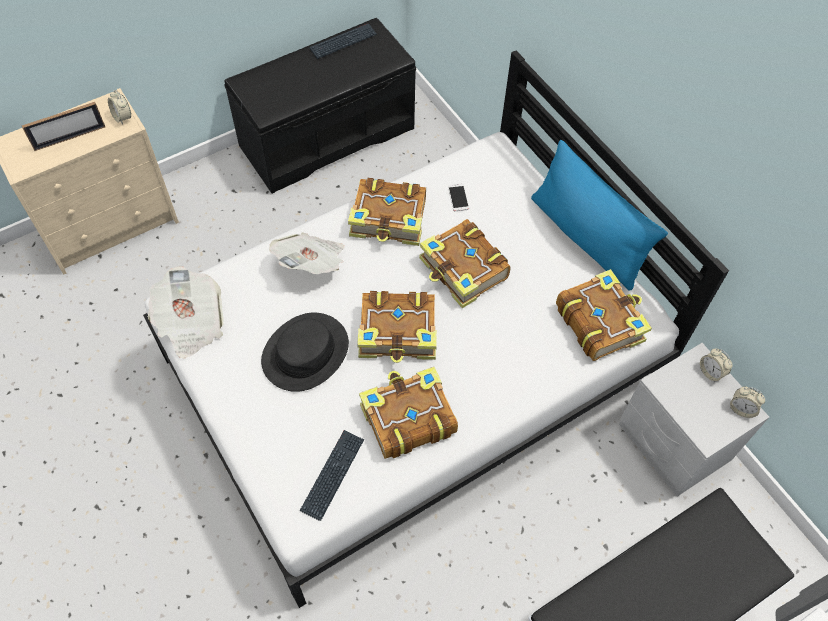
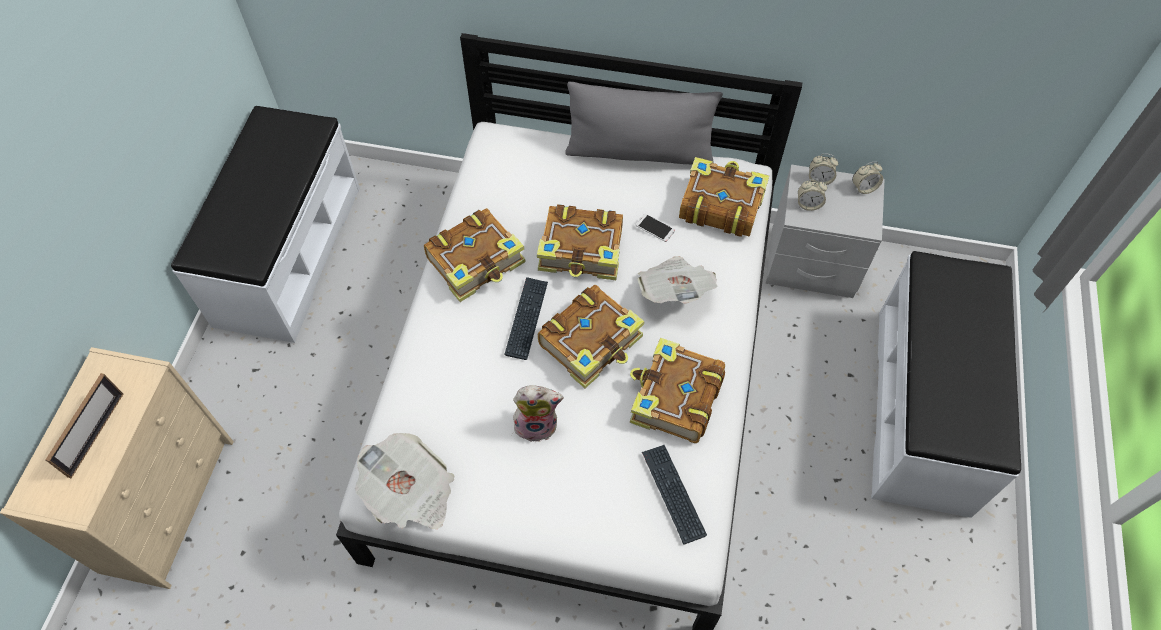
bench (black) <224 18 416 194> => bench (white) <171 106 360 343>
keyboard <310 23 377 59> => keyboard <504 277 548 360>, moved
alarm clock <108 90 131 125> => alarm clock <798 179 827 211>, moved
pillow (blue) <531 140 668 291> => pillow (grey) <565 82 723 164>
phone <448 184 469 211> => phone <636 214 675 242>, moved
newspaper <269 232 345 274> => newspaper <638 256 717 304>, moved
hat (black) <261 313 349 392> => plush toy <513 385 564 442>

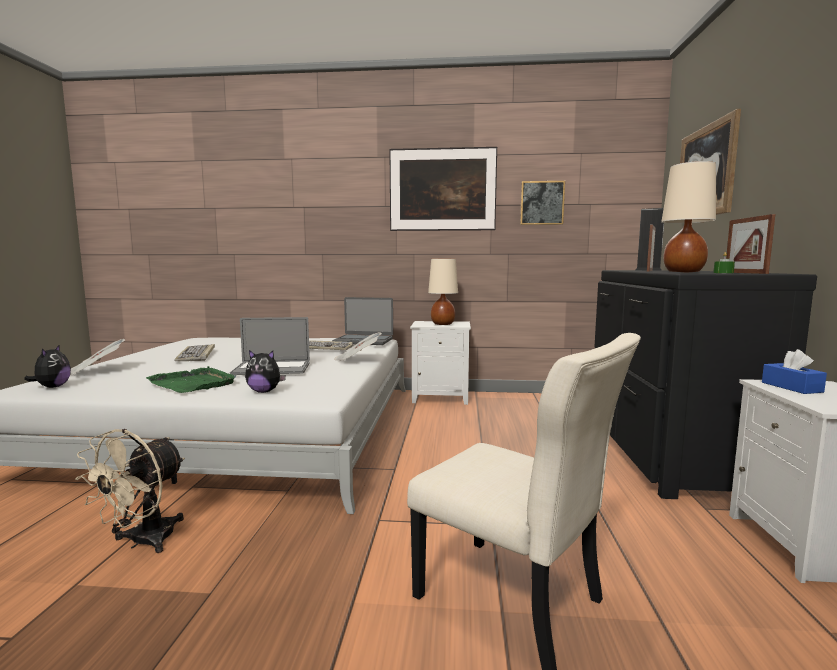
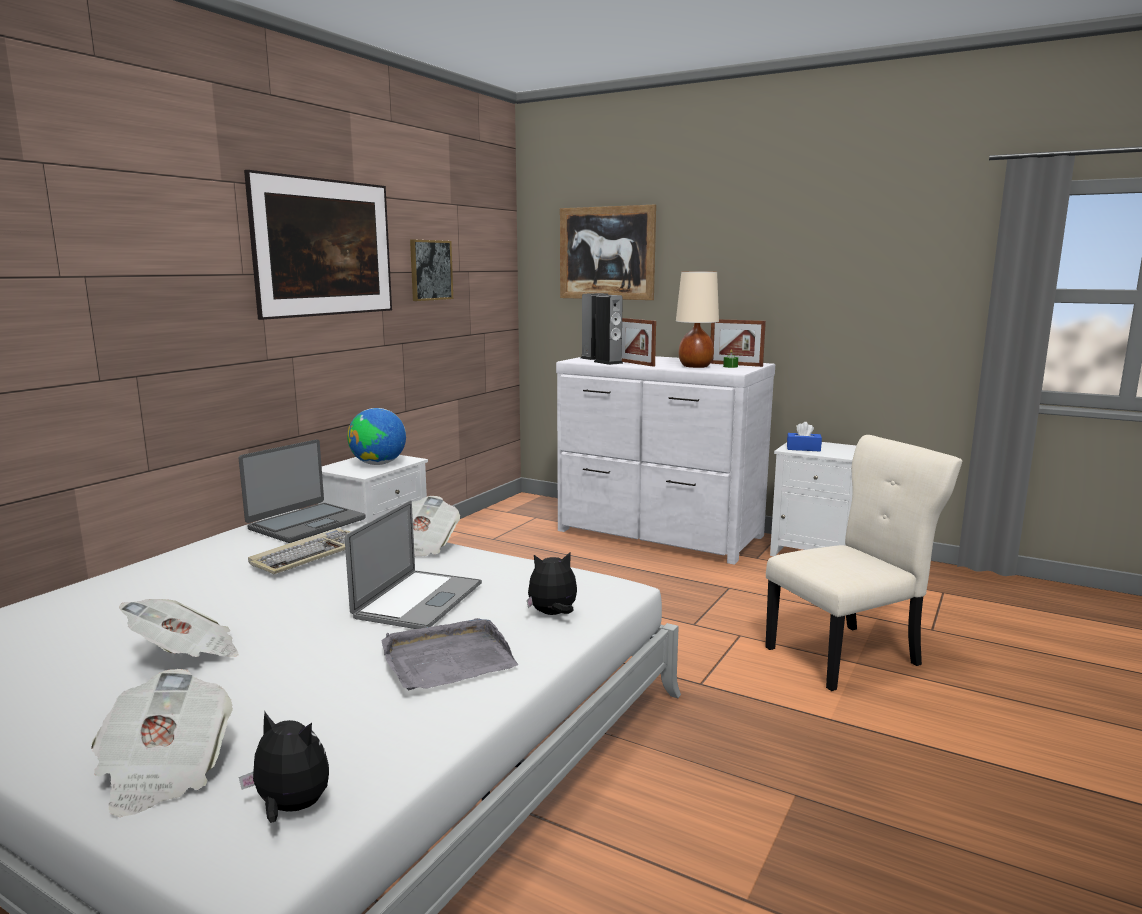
table lamp (beige) <428 259 458 325> => globe <347 408 406 465>
dresser (black) <594 270 817 499> => dresser (white) <556 356 775 564>
keyboard <174 344 215 361> => newspaper <119 599 239 657>
plush toy <245 350 286 393> => plush toy <527 552 577 615>, 135 degrees counterclockwise
tray (green) <146 366 236 393> => tray (grey) <381 618 518 690>
fan (beige) <75 429 185 553> => nothing
nothing => speaker <594 295 624 365>

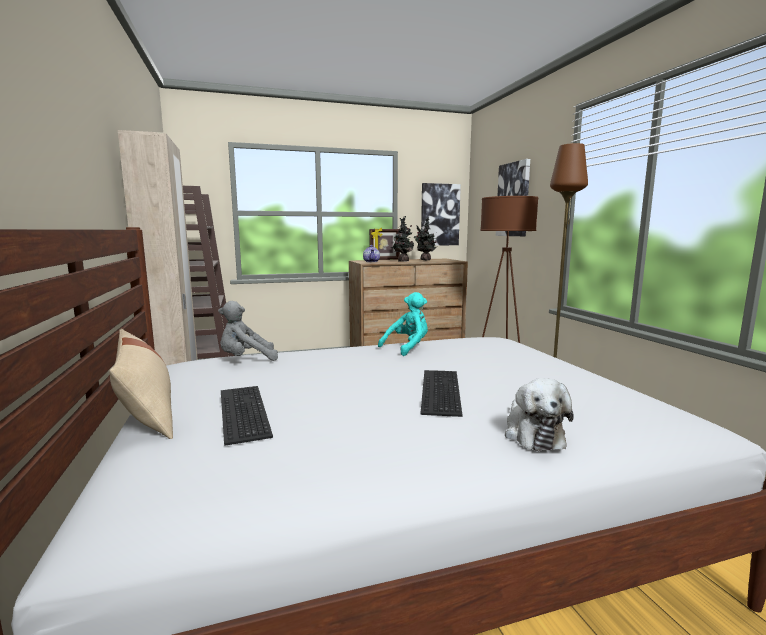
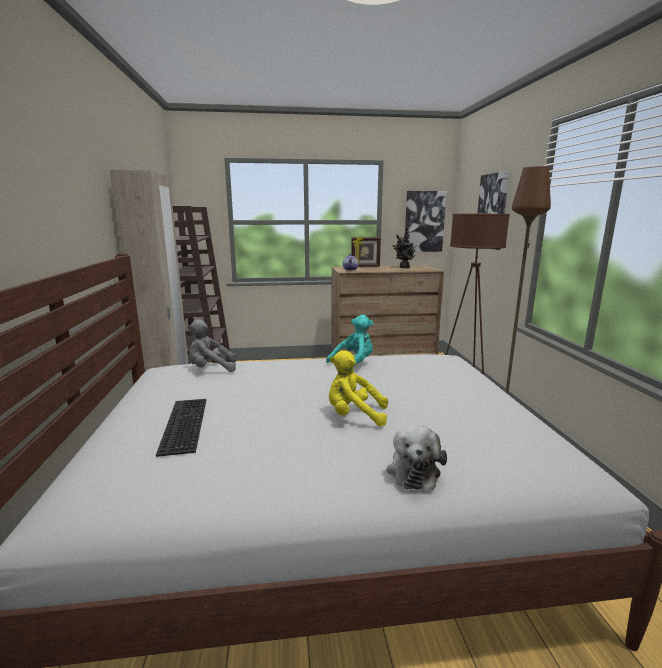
potted plant <391 216 414 262> => nothing
pillow (beige) <109 329 173 439> => nothing
keyboard <421 370 462 417> => plush toy (yellow) <329 350 388 426>

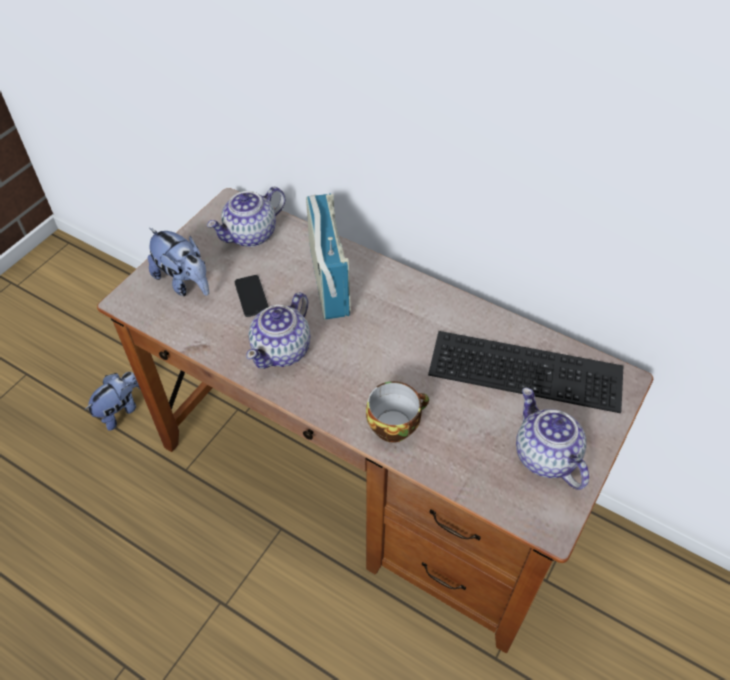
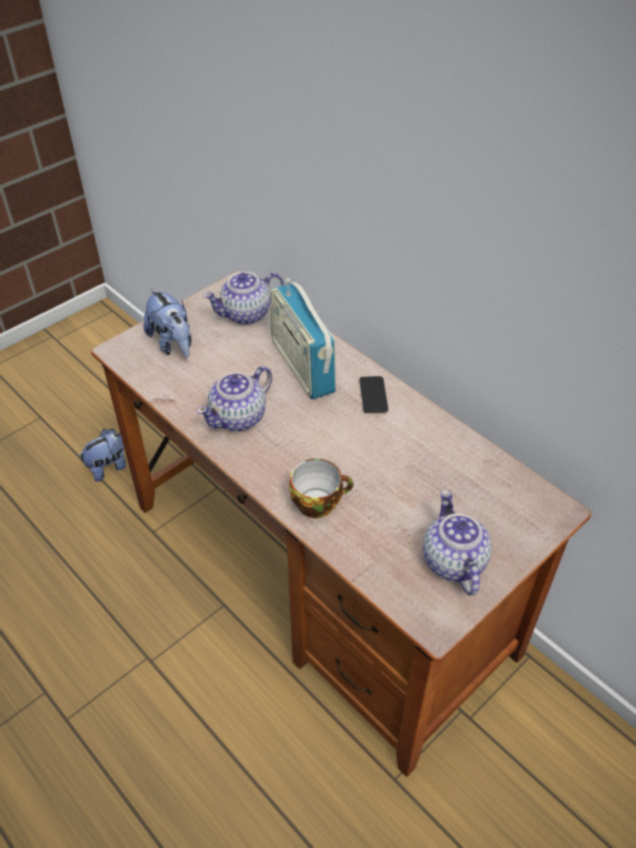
radio <306 194 351 320> => radio <270 278 336 399>, 150 degrees clockwise
phone <235 275 269 317> => phone <359 376 388 413>, moved
keyboard <428 331 623 413> => nothing

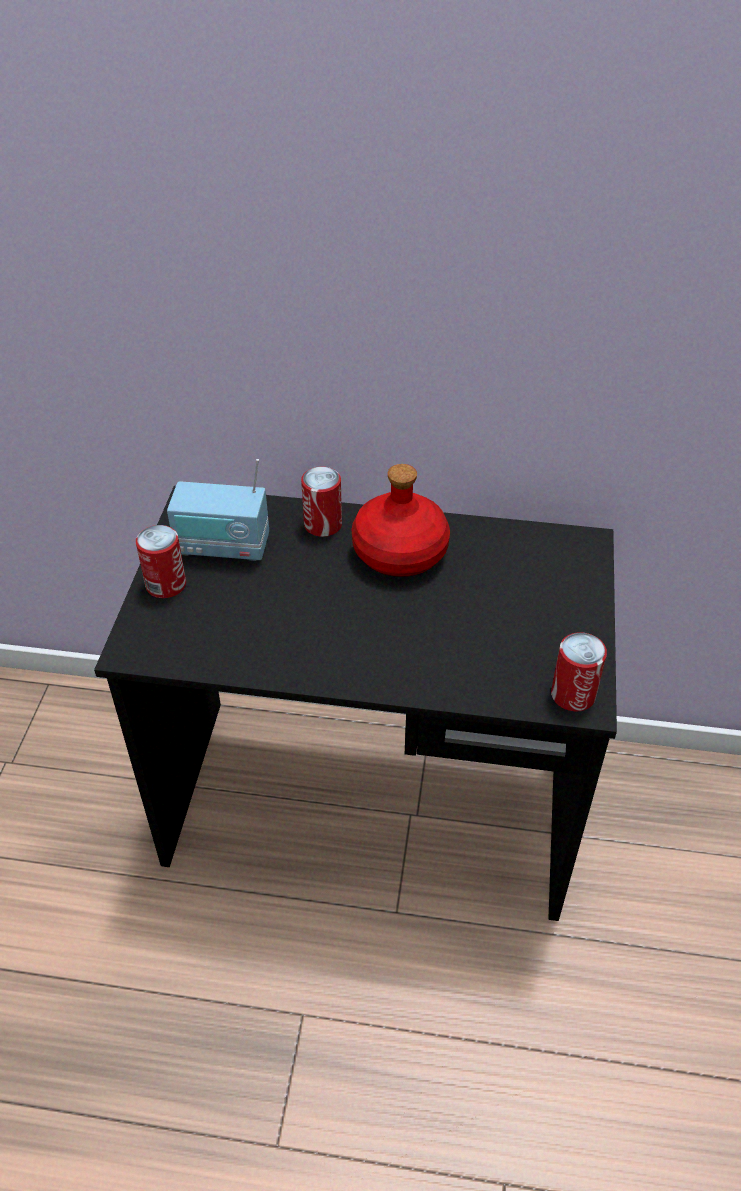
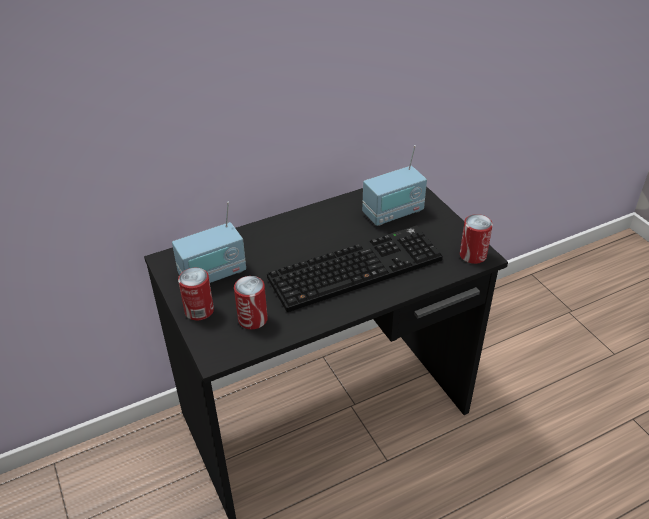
bottle (red) <351 464 450 577> => nothing
can <301 466 342 537> => can <234 276 268 329>, moved
nothing => radio <362 145 427 226>
nothing => keyboard <267 226 443 312>

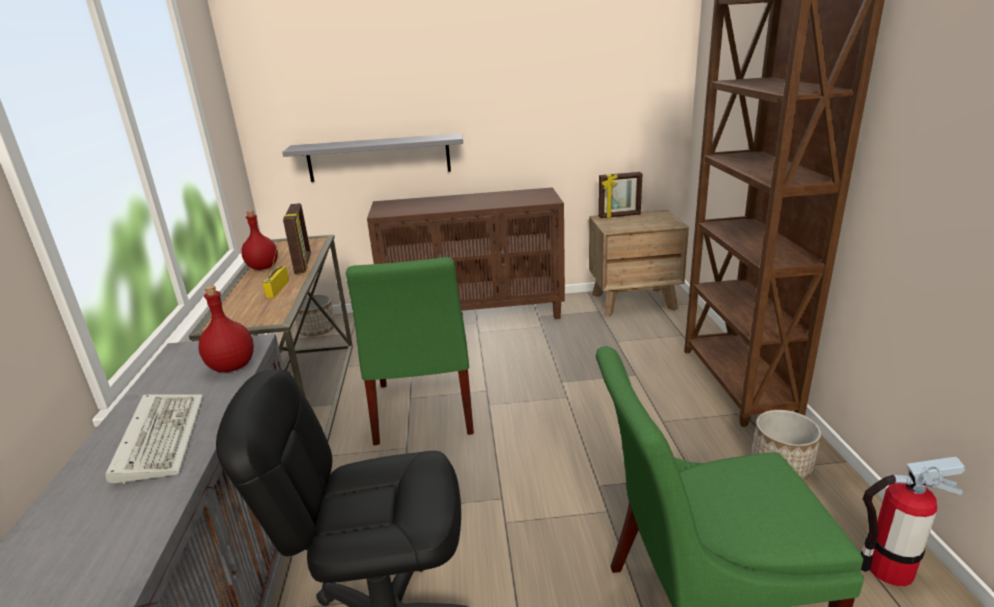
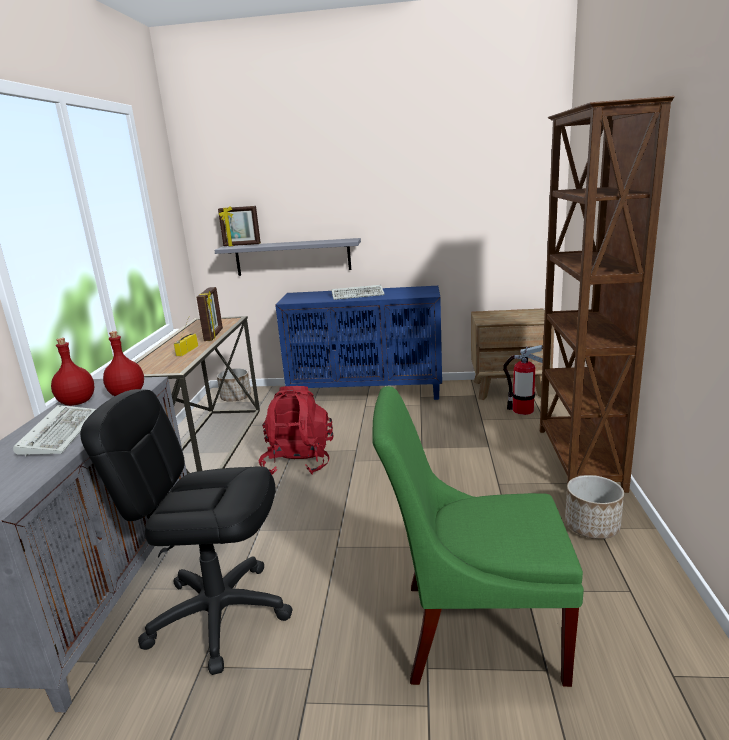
picture frame <598 172 642 218> => picture frame <218 206 261 246>, moved
cabinet (brown) <367 187 565 319> => cabinet (blue) <275 286 442 400>
bottle (red) <241 210 278 270> => bottle (red) <51 338 94 406>, moved
chair (green) <346 257 474 445> => backpack (red) <259 386 334 475>
fire extinguisher <861 456 965 586> => fire extinguisher <503 345 543 415>, moved
nothing => keyboard <332 285 385 300>

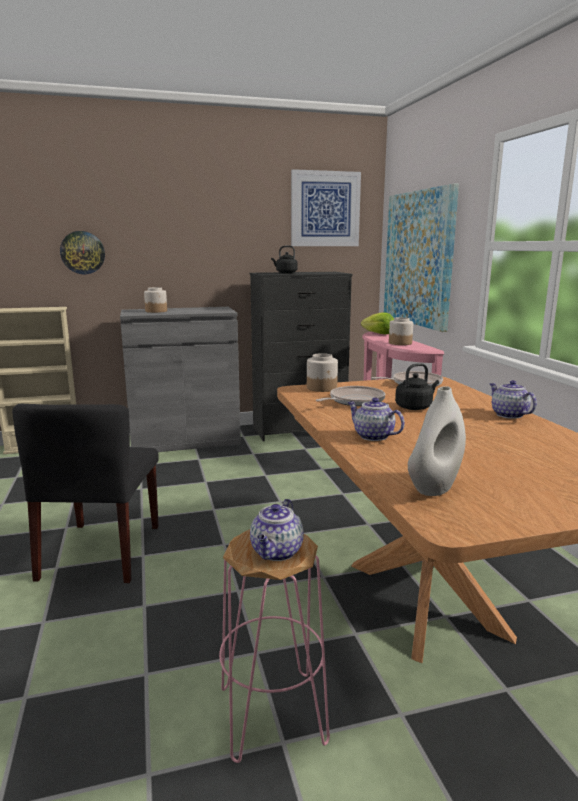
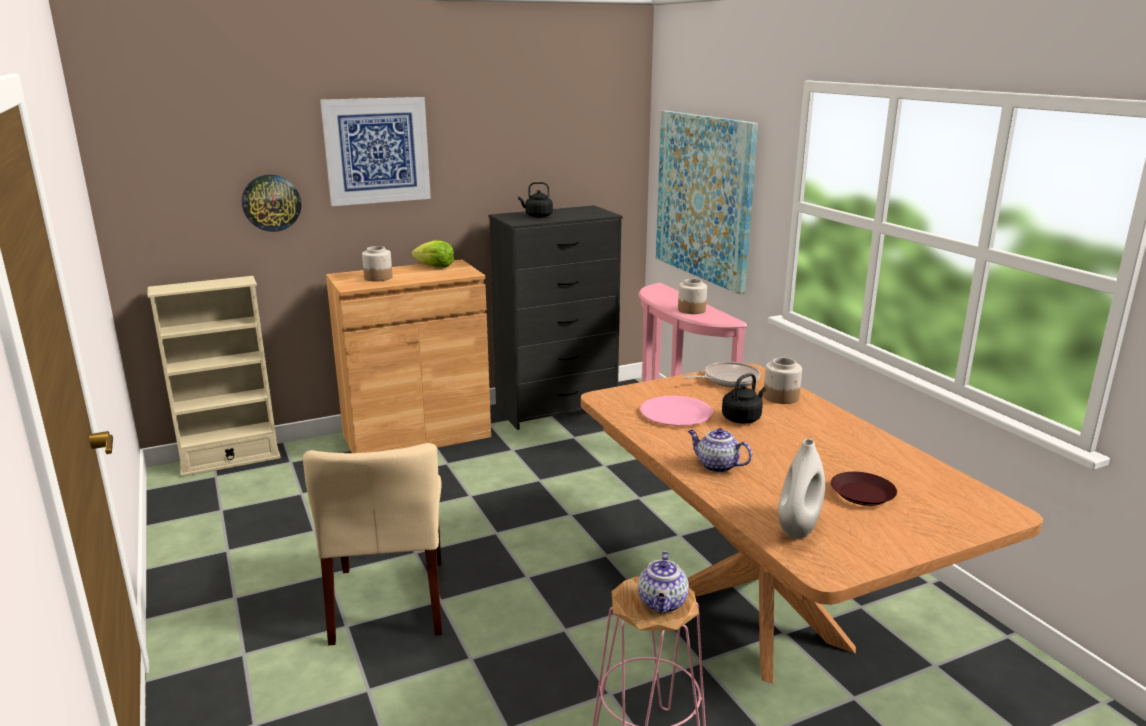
picture <291 169 361 246> => picture <320 97 431 206>, moved
cabinet (grey) <120 307 241 452> => cabinet (brown) <326 260 491 453>
lettuce <361 312 394 334> => lettuce <412 240 454 268>, moved
jar <307 353 338 392> => jar <763 358 802 404>, moved
teapot <489 380 537 419> => nothing
frying pan <315 386 385 406> => plate (pink) <640 396 713 426>
chair (black) <12 404 159 583> => chair (beige) <303 443 442 645>
nothing => plate (brown) <831 472 897 506>

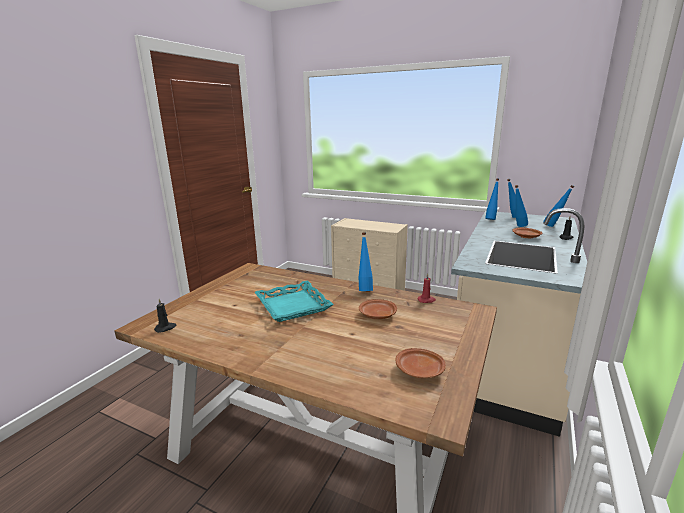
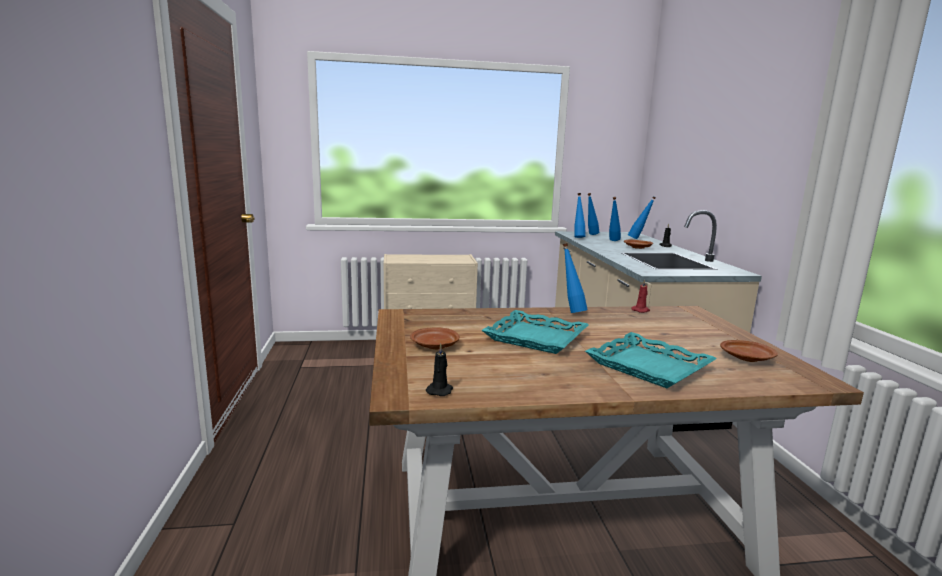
plate (brown) <359 299 397 319> => plate (brown) <410 328 460 349>, moved
nothing => tray (turquoise) <585 332 717 388>

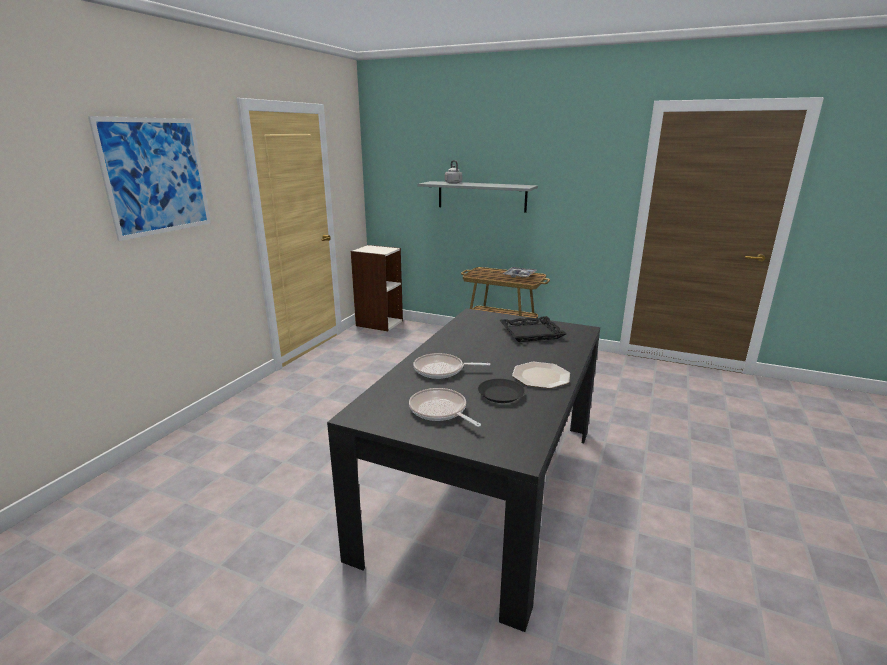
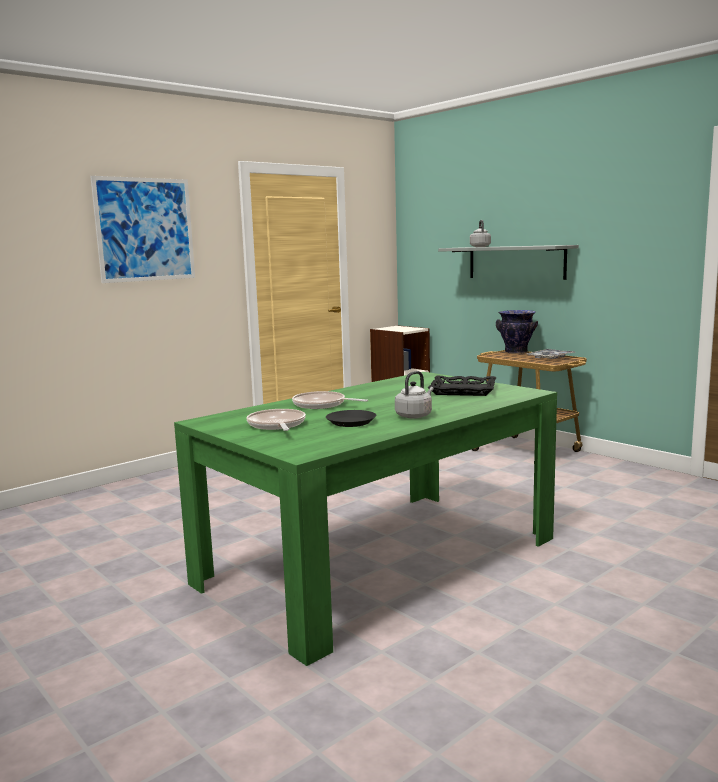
dining table (black) <327 308 600 632> => dining table (green) <174 372 557 666>
plate <512 362 570 389> => kettle (grey) <395 371 434 419>
nothing => vase <496 310 538 354>

